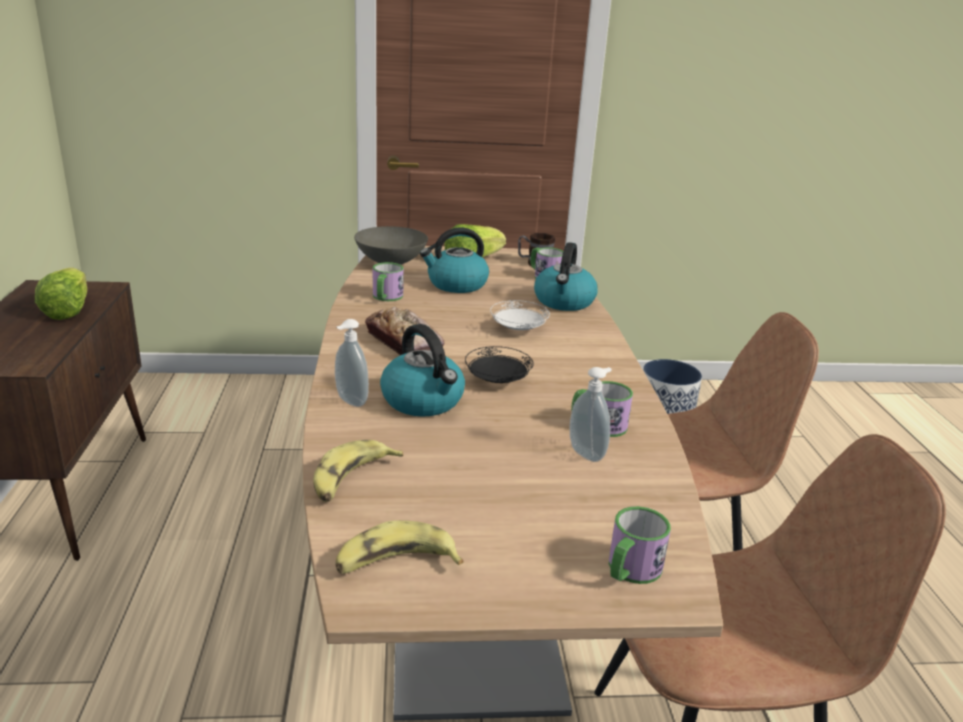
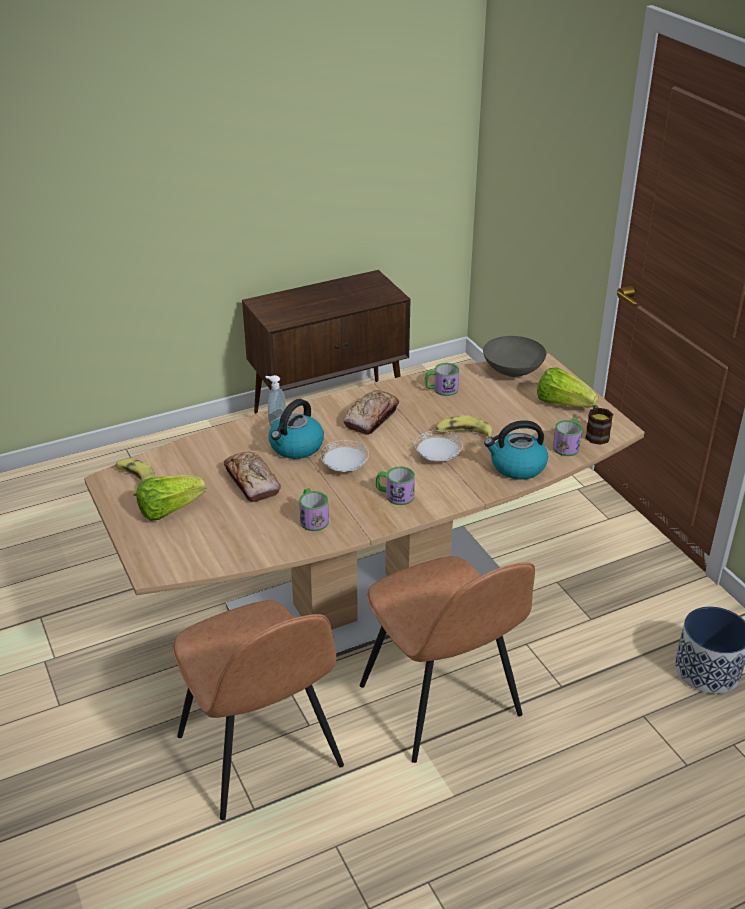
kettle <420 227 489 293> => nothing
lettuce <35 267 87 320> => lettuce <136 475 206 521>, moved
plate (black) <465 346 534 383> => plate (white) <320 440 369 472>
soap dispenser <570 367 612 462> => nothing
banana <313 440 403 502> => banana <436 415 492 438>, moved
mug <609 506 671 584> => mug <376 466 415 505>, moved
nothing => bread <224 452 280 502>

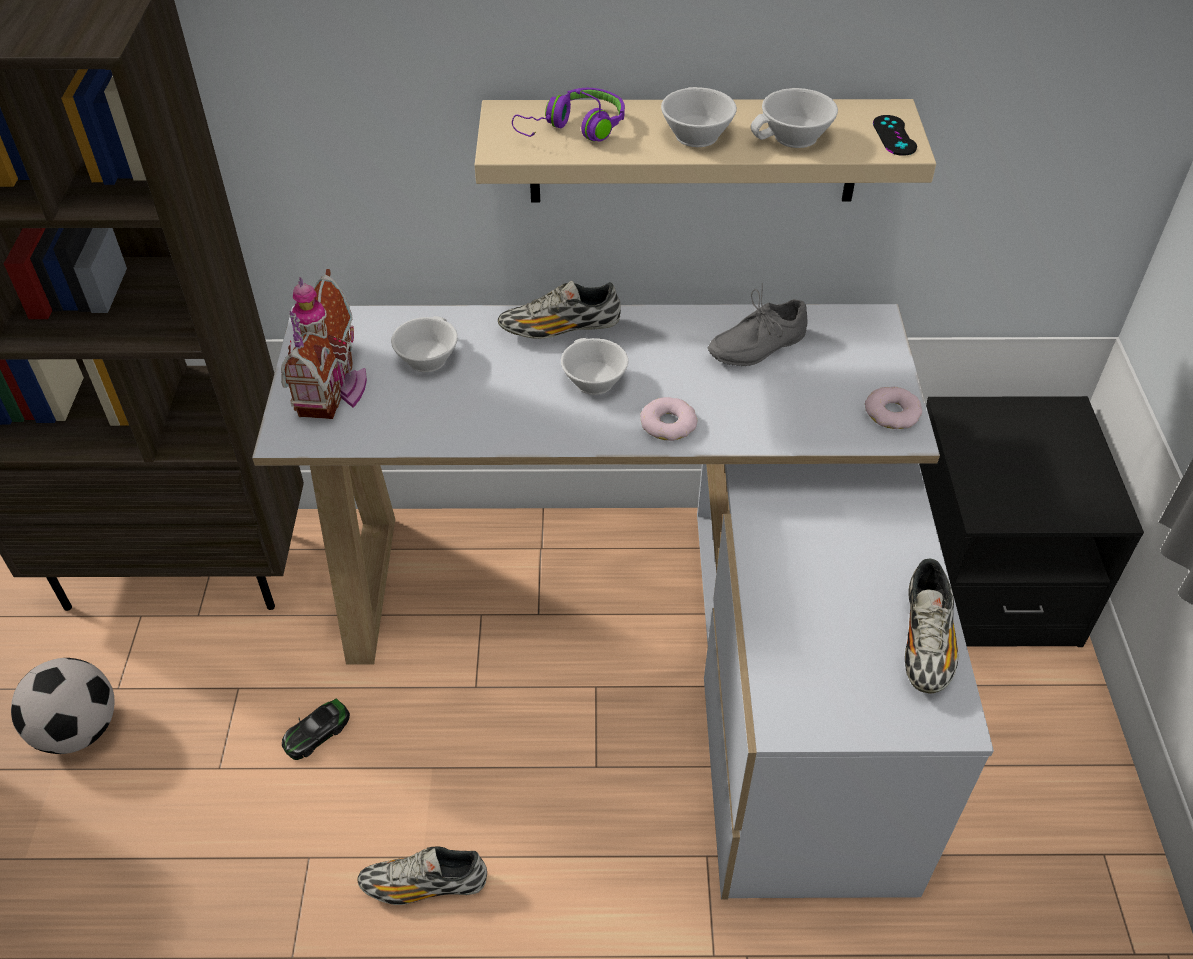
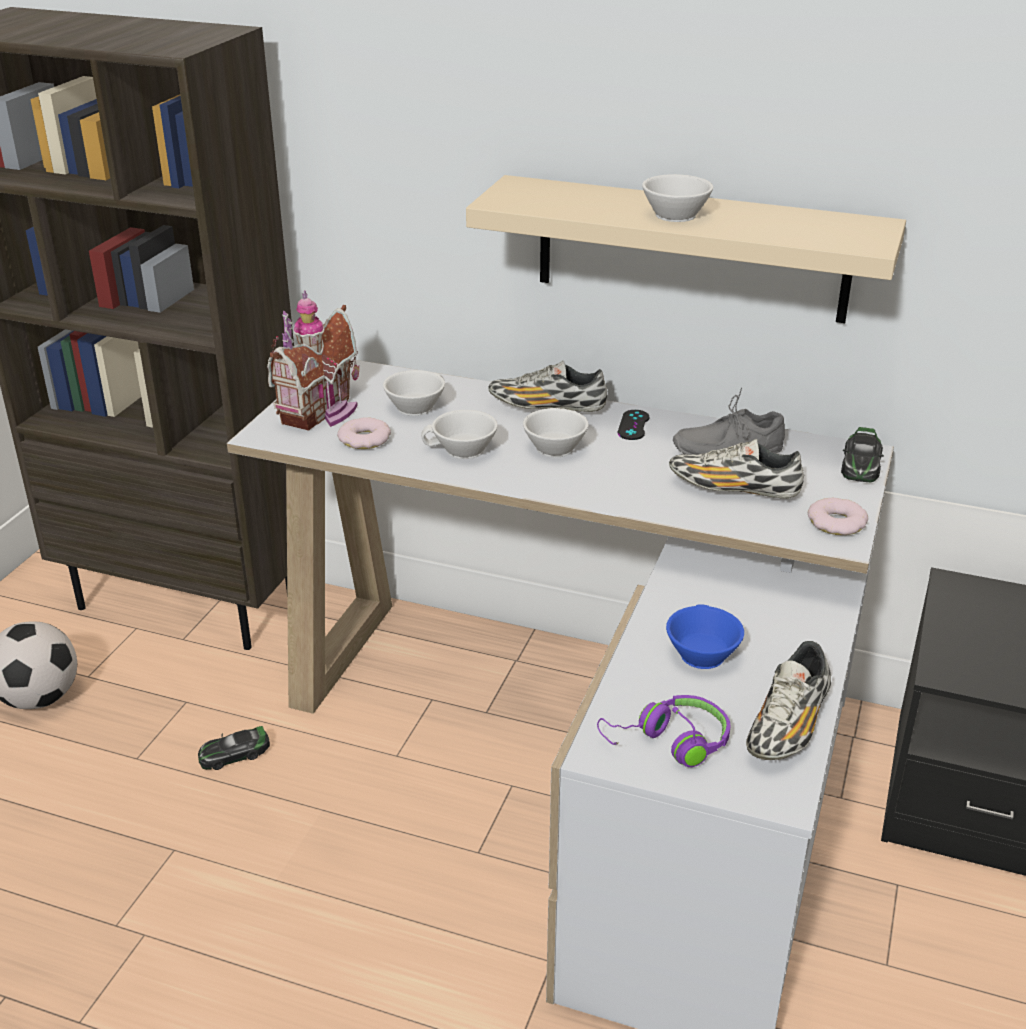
headphones (purple) <512 88 625 142> => headphones (purple) <597 695 731 767>, moved
cup (white) <751 88 838 148> => cup (white) <421 410 498 459>, moved
game controller (black) <873 115 917 156> => game controller (black) <618 410 649 440>, moved
donut <640 397 697 441> => donut <337 417 391 449>, moved
shoe <358 846 487 905> => shoe <669 439 804 499>, moved
nothing => toy car <841 427 884 482>
nothing => cup (blue) <666 605 744 669>

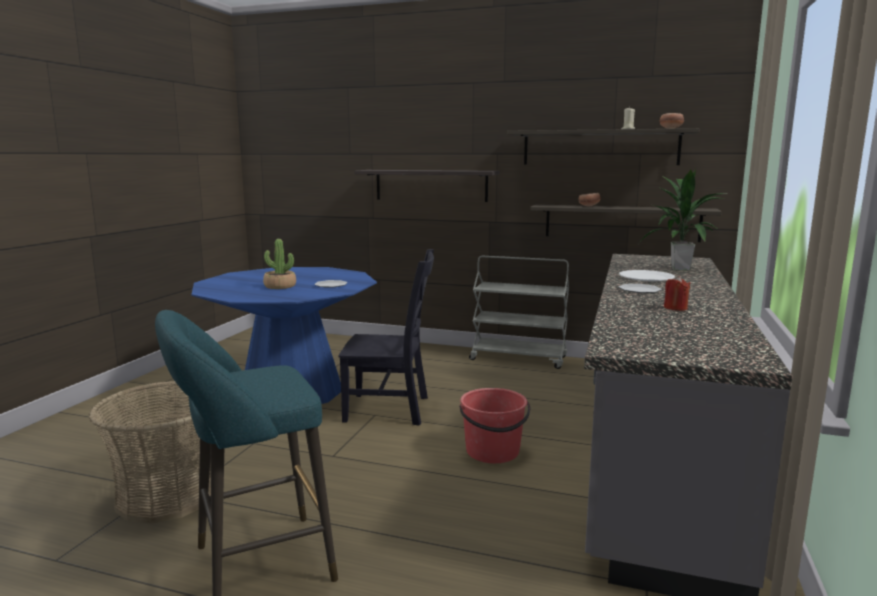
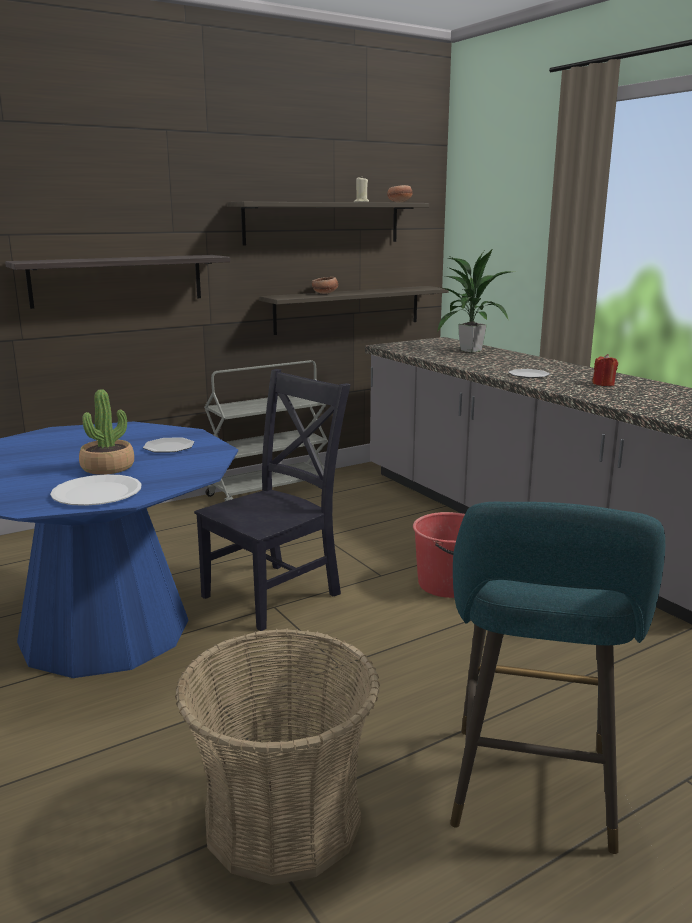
plate (white) <619 270 675 281> => plate (white) <50 474 142 506>, moved

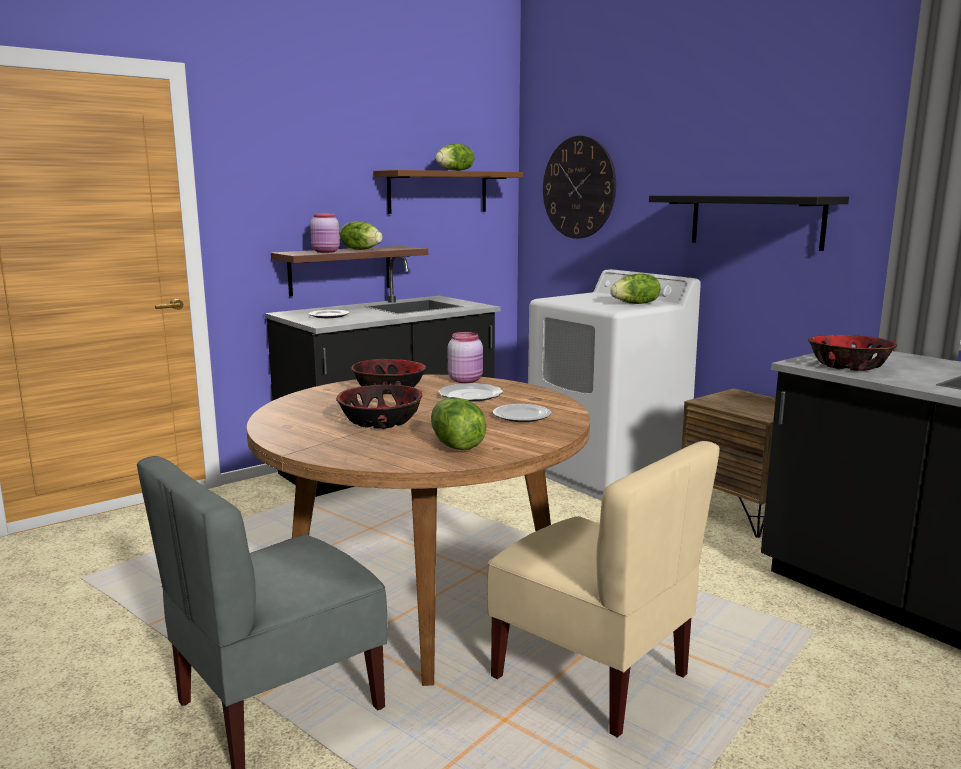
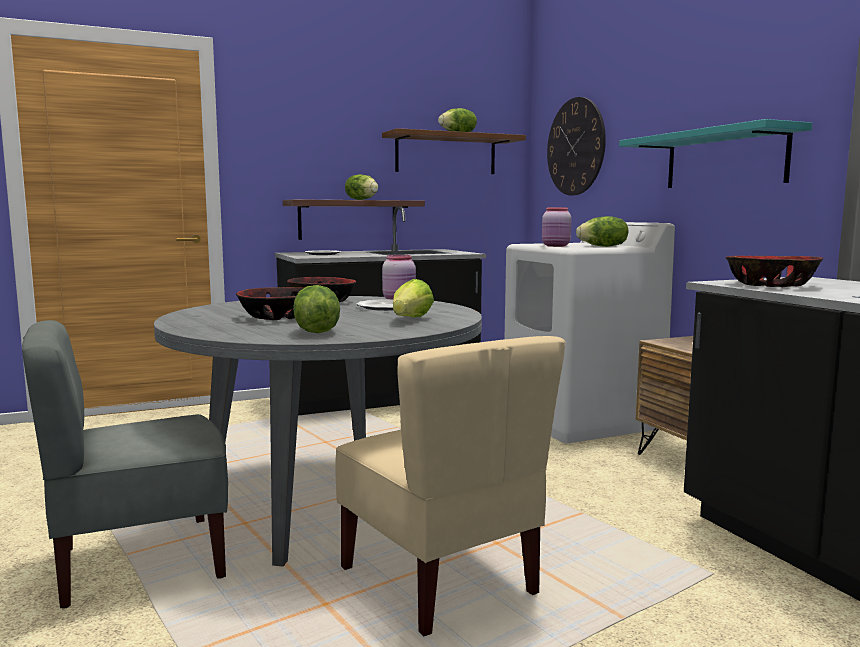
shelf (black) <649 195 849 251> => shelf (turquoise) <619 119 812 188>
jar (pink) <310 213 340 253> => jar (pink) <542 207 571 247>, moved
dining table (brown) <246 375 590 686> => dining table (grey) <154 296 482 567>
plate <493 404 551 422> => lettuce <393 279 434 318>

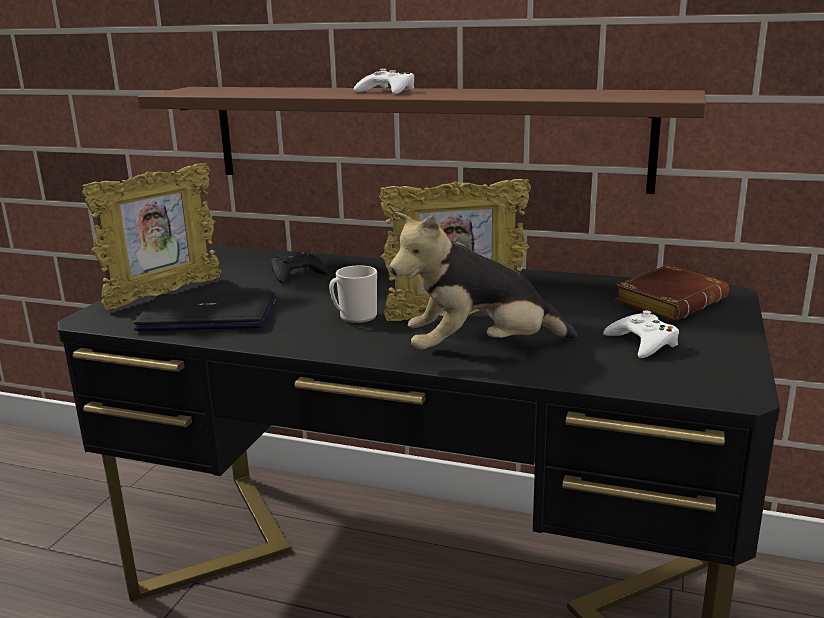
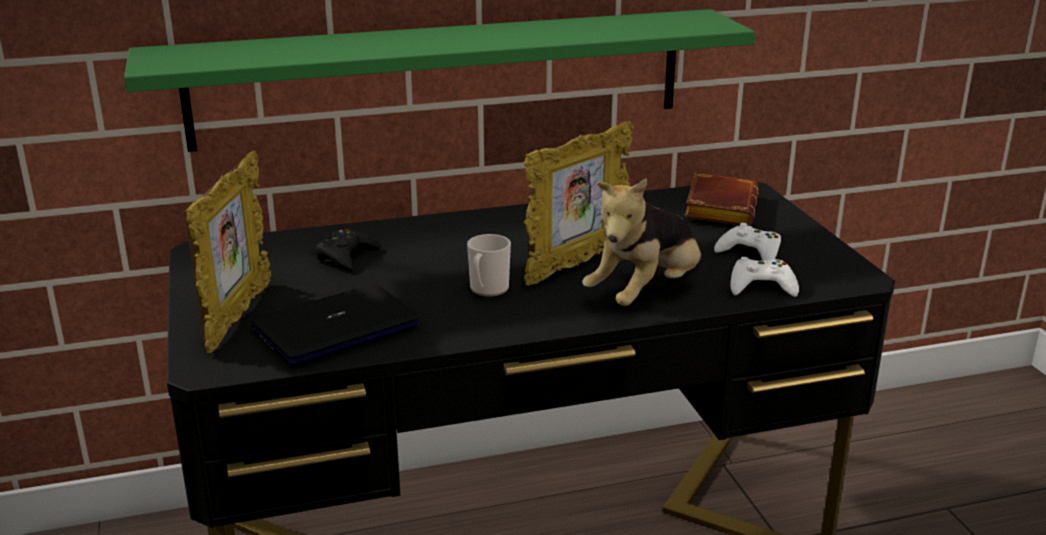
game controller (white) <354 69 414 94> => game controller (white) <730 257 799 297>, moved
shelf (brown) <137 87 706 194> => shelf (green) <124 9 756 152>

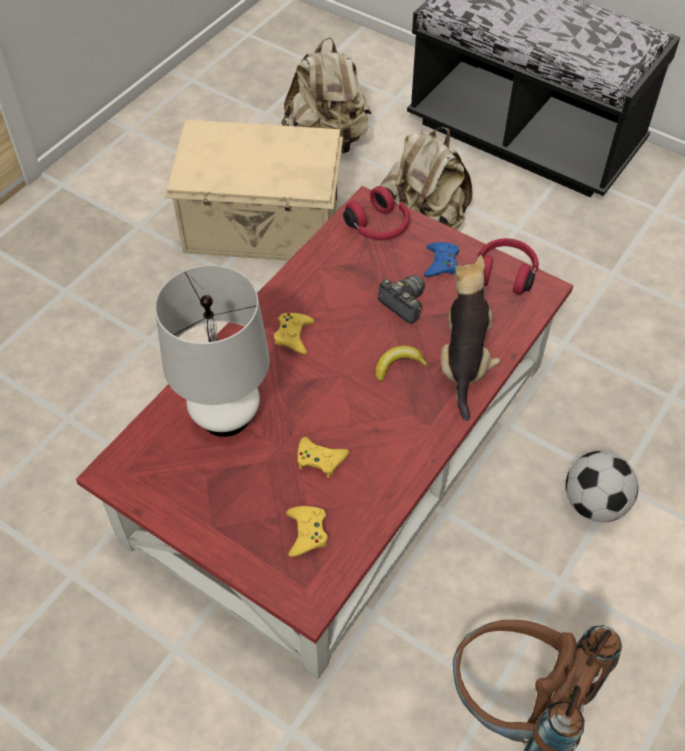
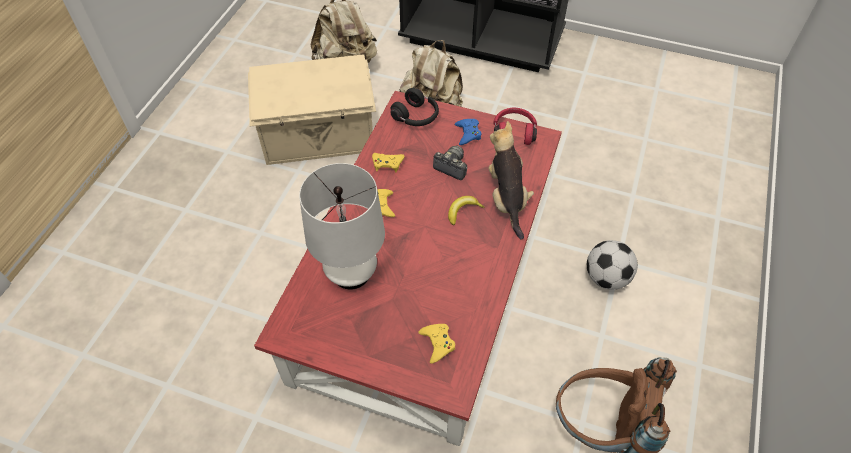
headphones (red) <343 186 410 240> => headphones (black) <390 88 439 126>
game controller (yellow) <297 437 349 478> => game controller (yellow) <372 153 405 172>, moved

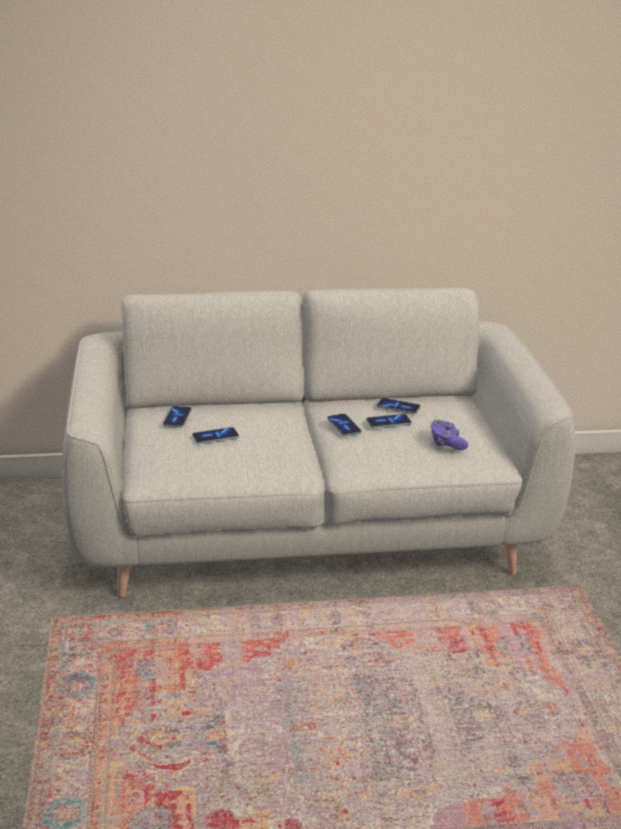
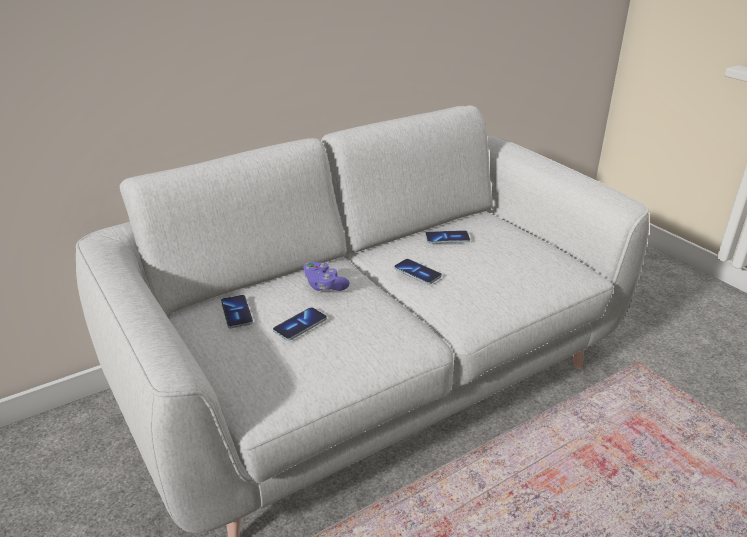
phone <366 414 411 428> => nothing
game controller (purple) <430 419 468 450> => game controller (purple) <303 262 350 291>, moved

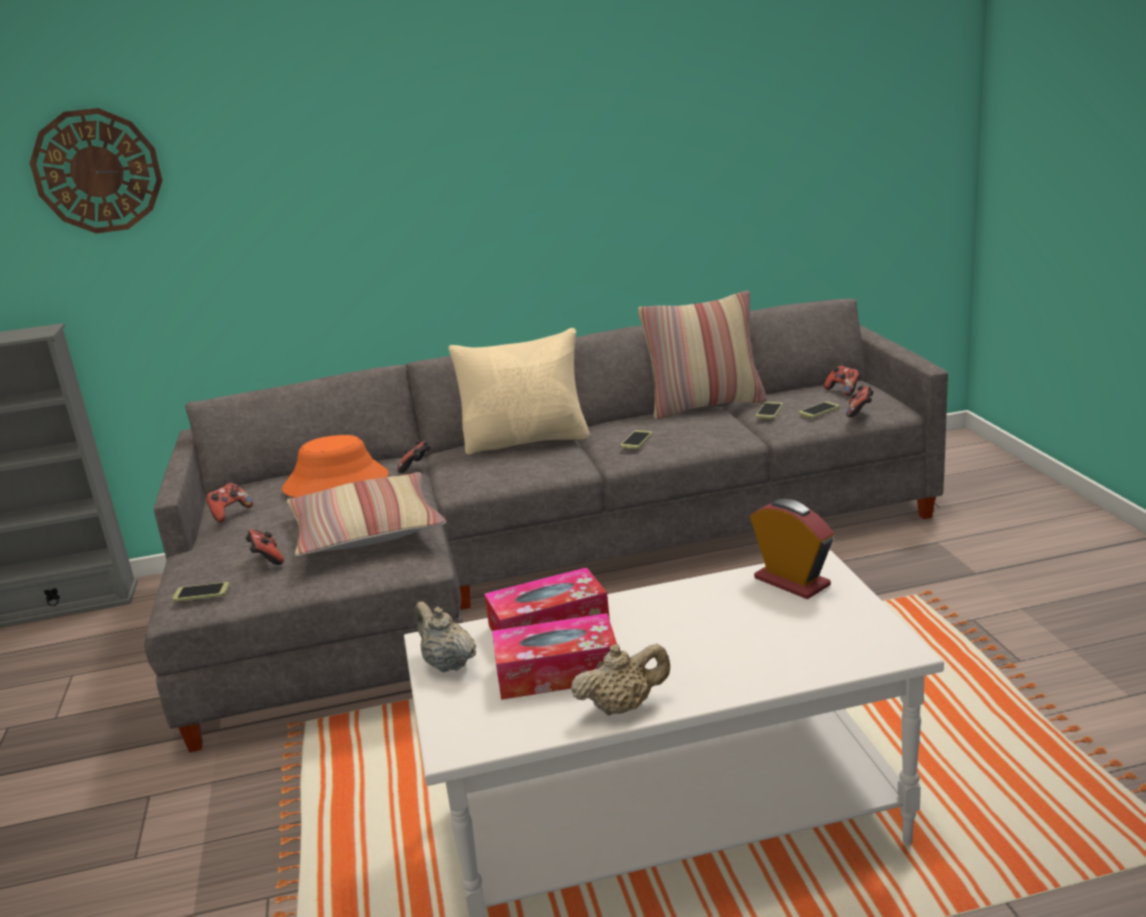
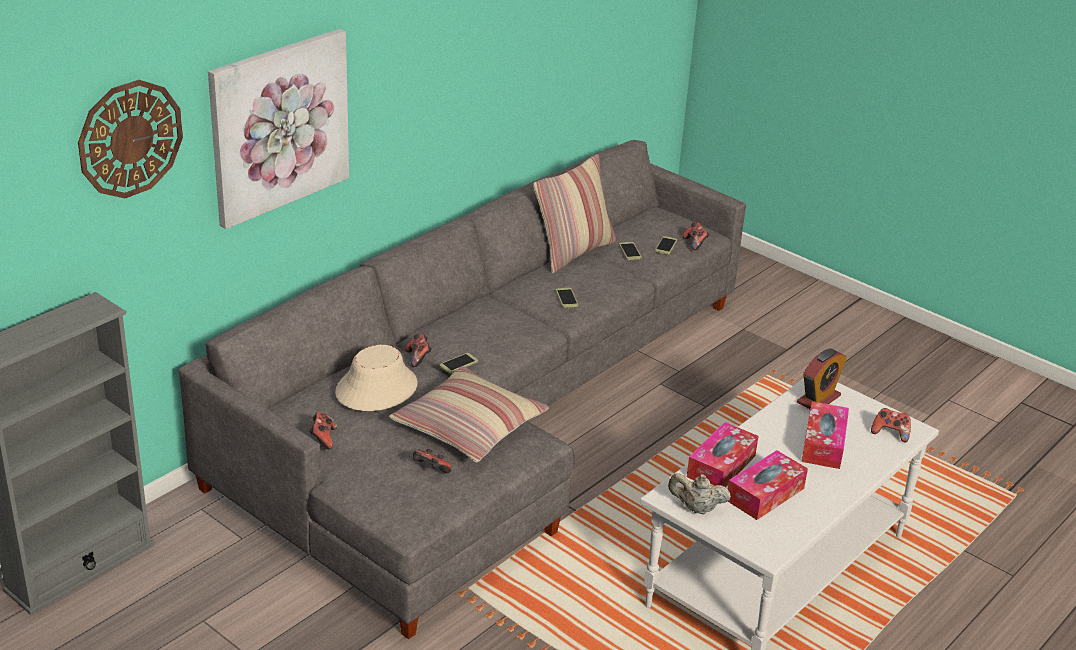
pillow (beige) <448 328 590 455> => nothing
game controller <824 366 860 396> => game controller <871 408 911 442>, moved
hat (orange) <282 435 389 498> => hat (beige) <335 345 417 411>
alarm clock <750 499 834 599> => alarm clock <797 349 846 409>, 120 degrees clockwise
phone <172 582 230 602> => phone <439 353 478 373>, moved
teapot (beige) <571 644 670 716> => nothing
nothing => picture <208 29 349 229>
nothing => tissue box <801 401 849 469>

